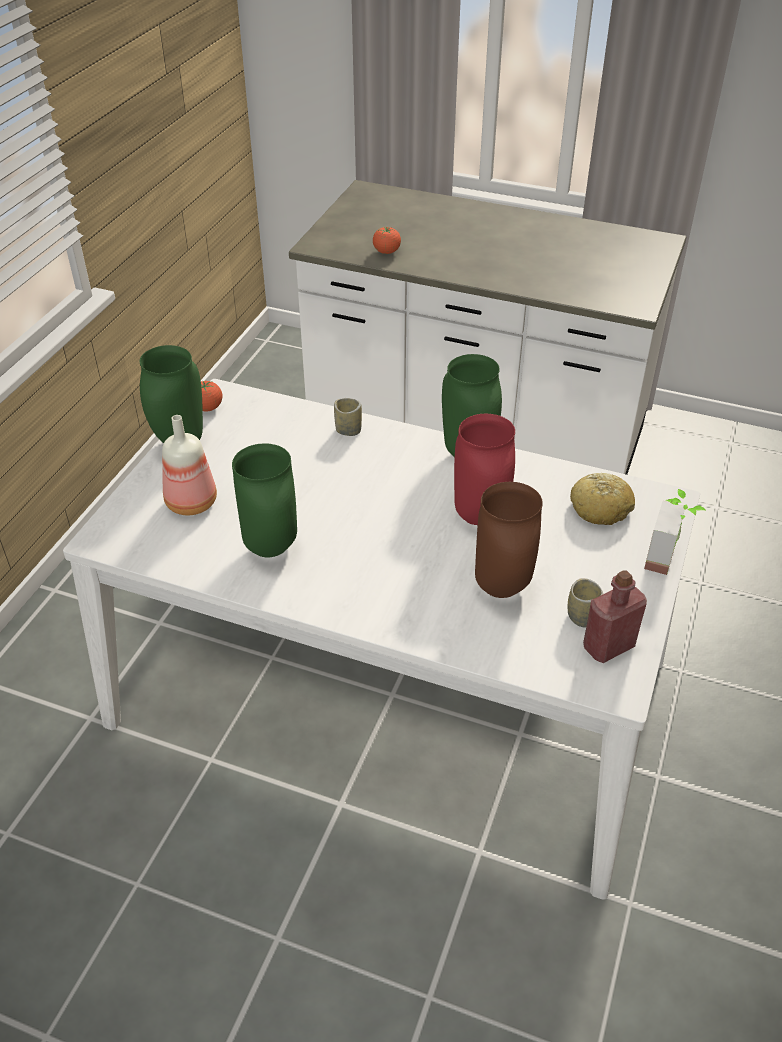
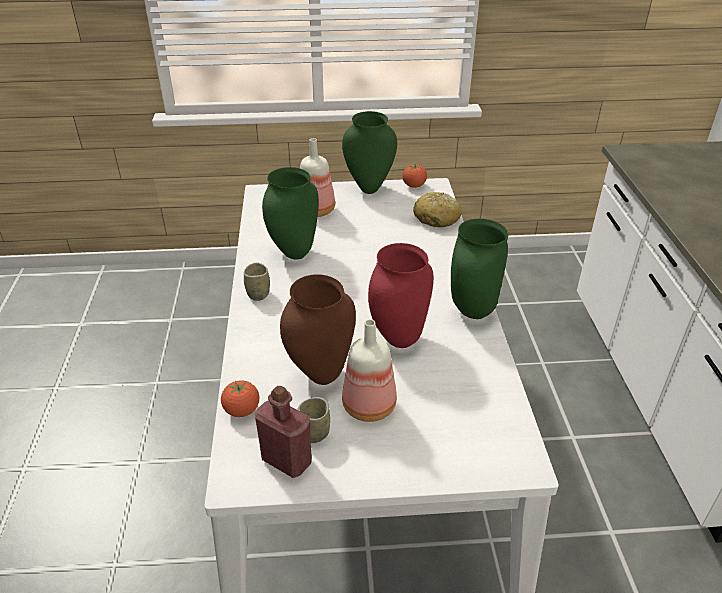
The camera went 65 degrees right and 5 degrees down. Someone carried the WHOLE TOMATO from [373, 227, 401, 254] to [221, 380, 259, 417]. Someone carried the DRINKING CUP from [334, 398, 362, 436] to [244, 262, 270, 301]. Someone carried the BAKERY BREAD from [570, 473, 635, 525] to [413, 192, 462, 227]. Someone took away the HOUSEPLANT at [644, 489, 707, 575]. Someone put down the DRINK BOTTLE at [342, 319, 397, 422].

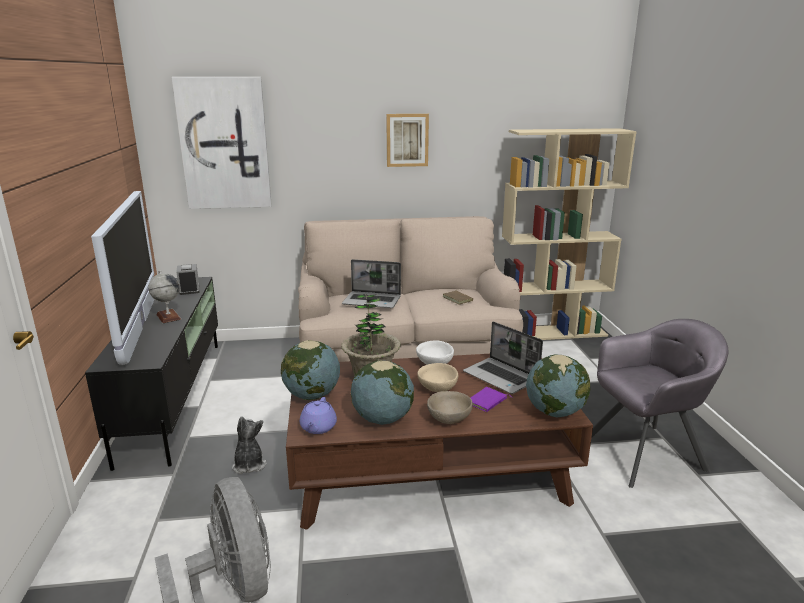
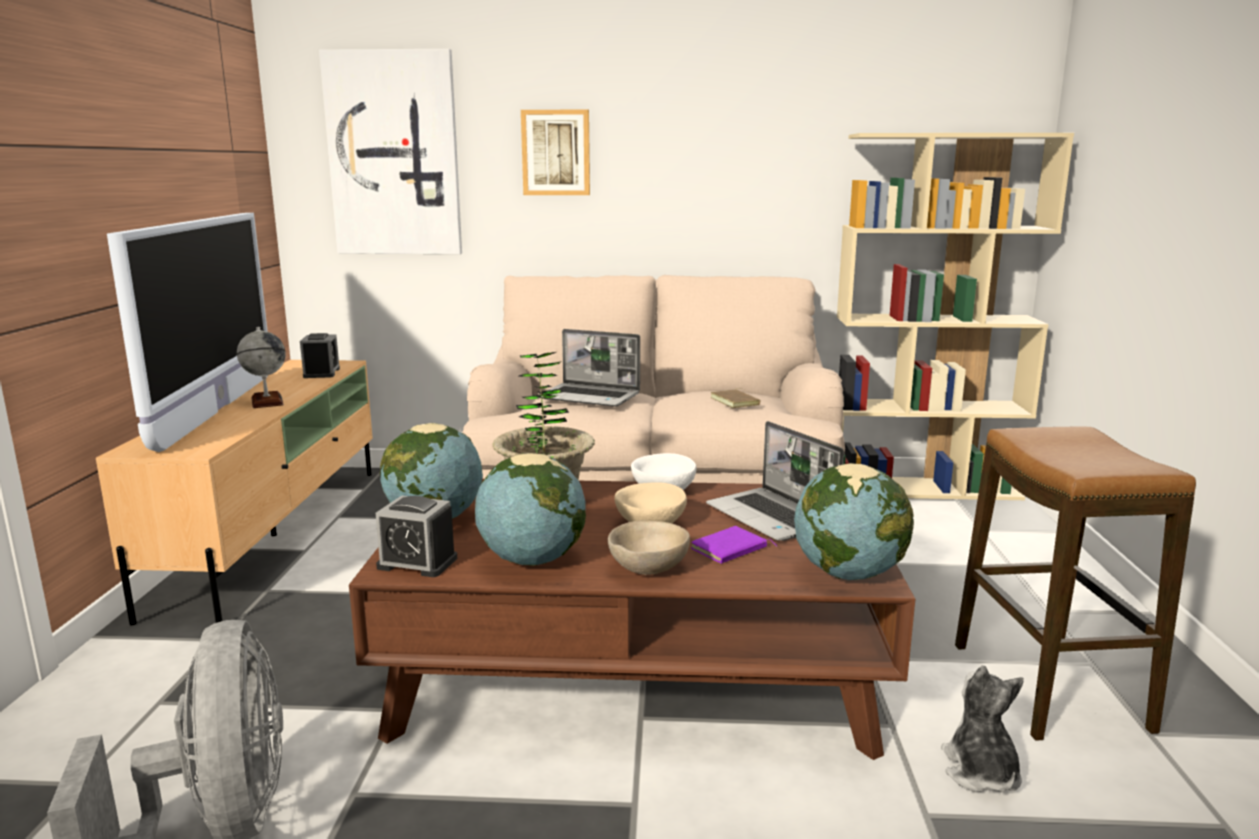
The camera went 10 degrees right and 5 degrees down. Someone carried the WALL PICTURE from [386, 114, 429, 167] to [521, 110, 590, 195]. Someone repainted the BLACKISH MEDIA CONSOLE at [85, 277, 218, 471], which became the BEIGE MEDIA CONSOLE at [96, 360, 373, 625]. Someone swapped the GRAY EASY CHAIR at [592, 319, 728, 488] for the STOOL at [955, 427, 1196, 741]. Someone swapped the PURPLE-COLOURED TEA POT at [300, 397, 337, 434] for the BEDSIDE CLOCK at [376, 496, 457, 577]. Someone carried the CUDDLY TOY from [232, 416, 267, 474] to [941, 665, 1024, 792].

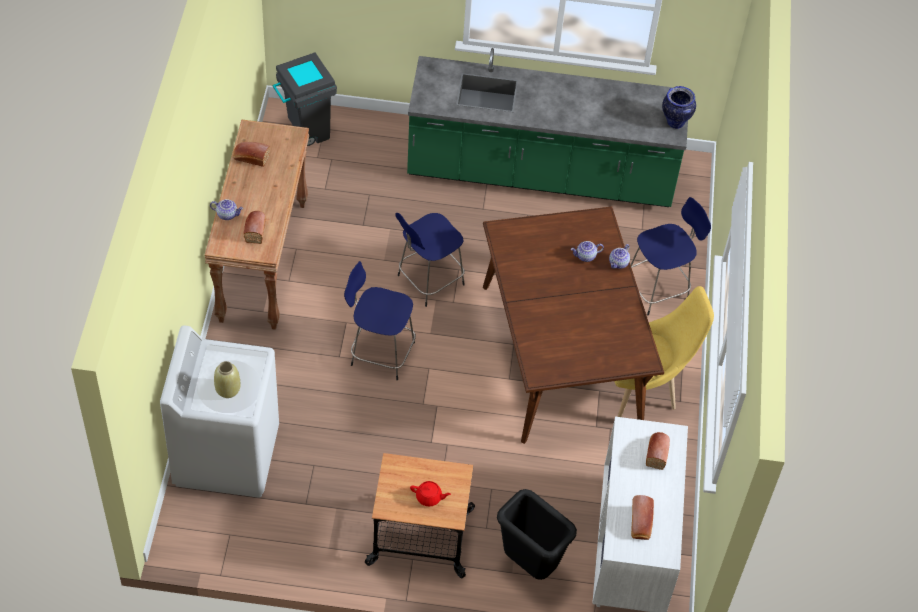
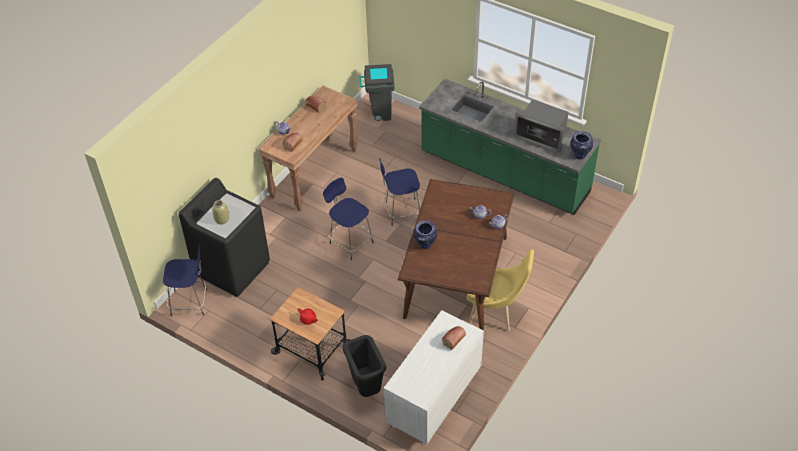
The camera went 30 degrees right and 5 degrees down. Someone carried the BLUE-COLOURED STOOL from [631, 197, 711, 315] to [163, 245, 207, 317]. Someone repainted the WHITE LAUNDRY APPLIANCE at [160, 325, 279, 498], which became the BLACKISH LAUNDRY APPLIANCE at [179, 178, 270, 297]. Someone took away the BAKERY BREAD at [631, 495, 654, 540]. Someone put down the MICROWAVE at [513, 99, 568, 153]. Someone put down the VASE at [414, 220, 437, 249].

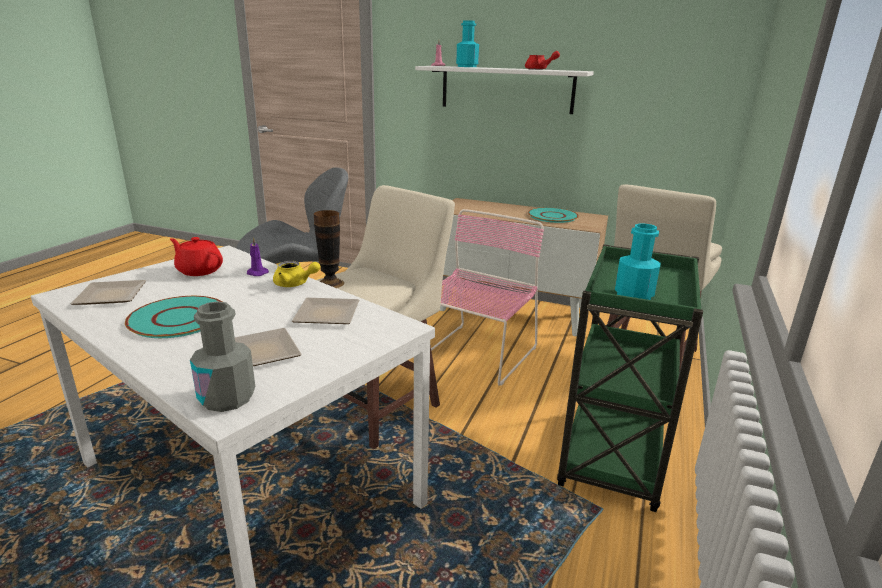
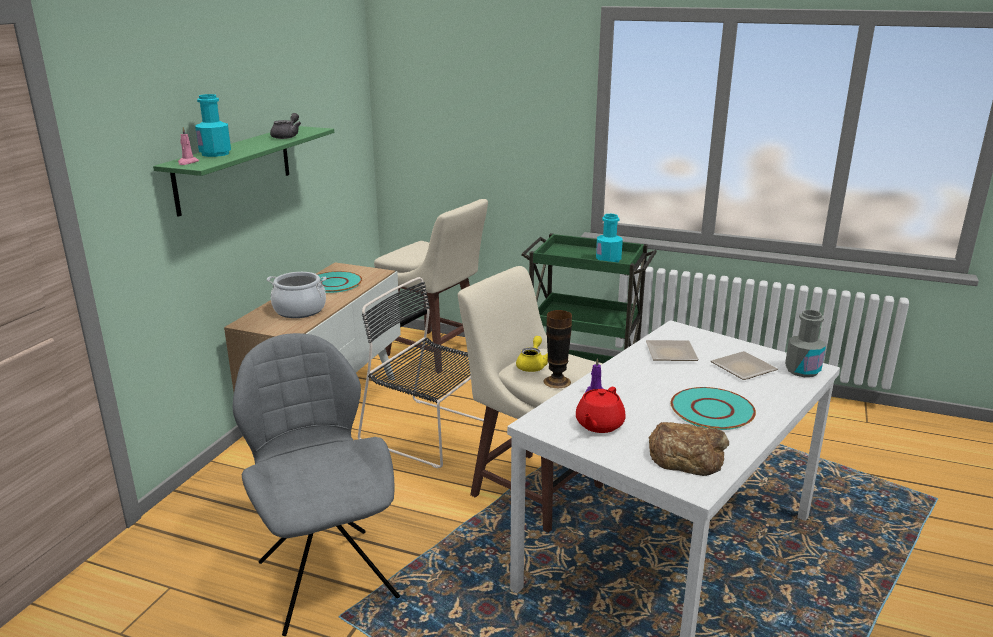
The camera went 90 degrees left and 0 degrees up. Someone repainted the RED-COLOURED TEA POT at [525, 51, 560, 70], which became the GRAY TEA POT at [270, 113, 301, 139]. Someone repainted the WHITE WALL SHELF at [415, 66, 594, 114], which became the GREEN-COLOURED WALL SHELF at [153, 126, 334, 217]. Someone repainted the PINK-COLOURED UPRIGHT CHAIR at [431, 209, 544, 386], which became the BLACKISH UPRIGHT CHAIR at [358, 277, 484, 468]. Someone carried the YELLOWISH TEA POT from [273, 261, 320, 287] to [516, 336, 548, 372]. Someone swapped the DINNER PLATE at [71, 280, 146, 305] for the BAKERY BREAD at [649, 422, 729, 476]. Someone put down the STOCKPOT at [267, 272, 326, 318].

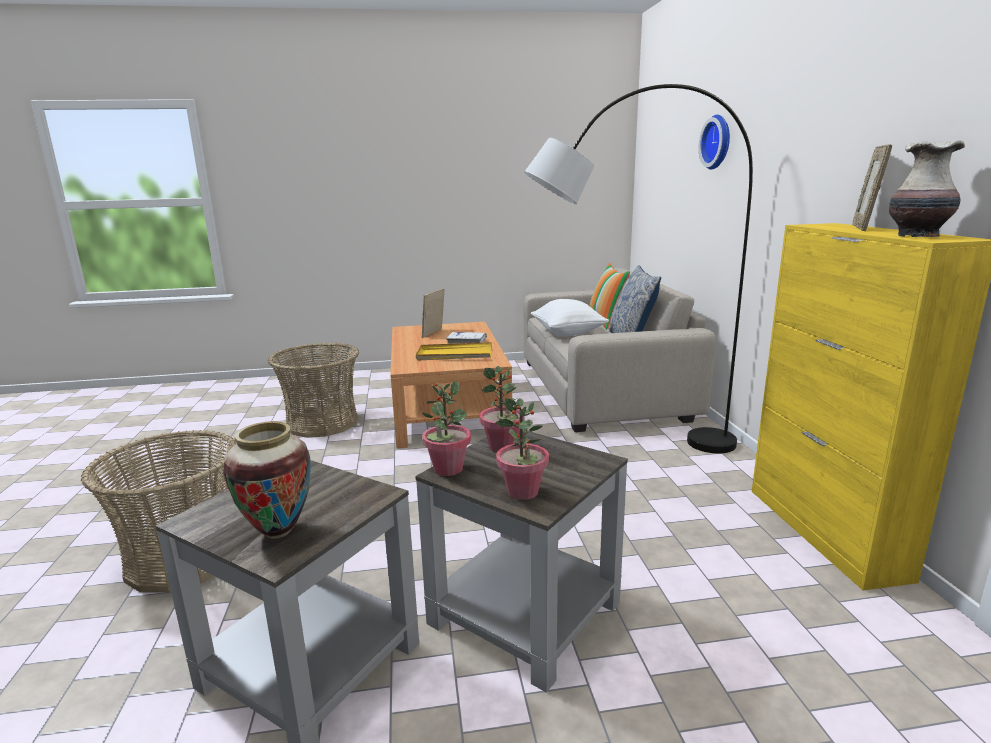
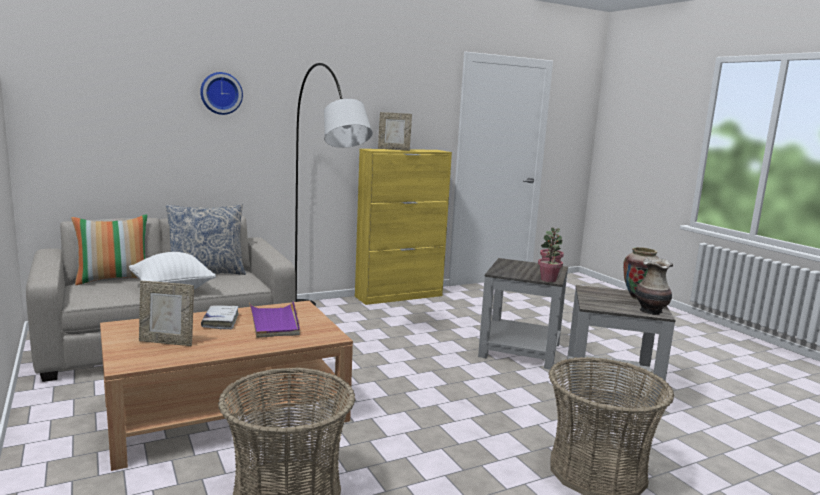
The camera went 110 degrees left and 5 degrees down. Someone carried the VASE from [889, 140, 965, 237] to [635, 258, 673, 315]. Someone repainted the YELLOWISH CARRYING TRAY at [416, 342, 492, 361], which became the PURPLE-COLOURED CARRYING TRAY at [249, 301, 300, 338]. Someone took away the HOUSEPLANT at [479, 366, 524, 453].

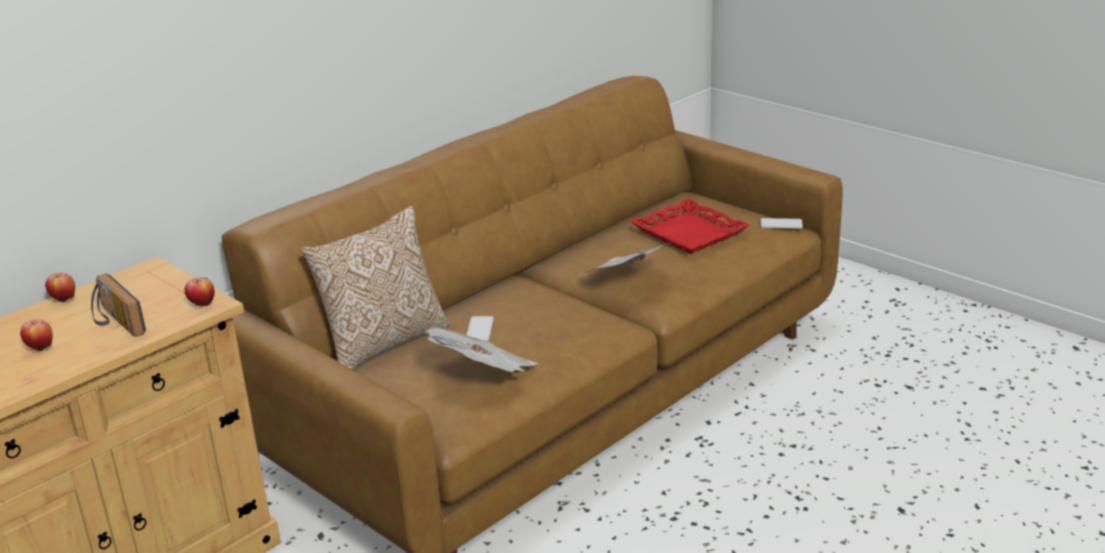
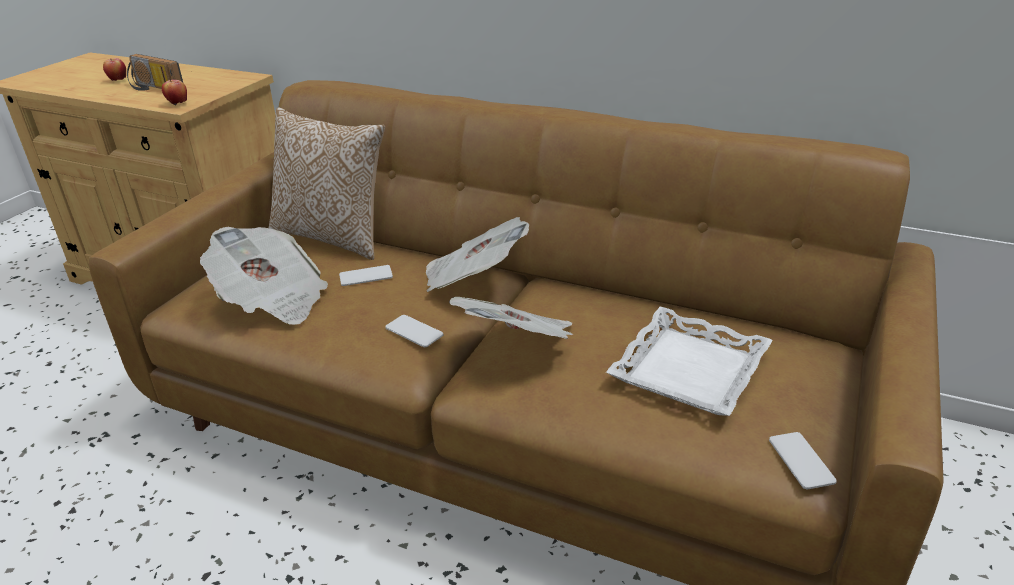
The camera went 70 degrees right and 5 degrees up. Someone repainted the RED-COLOURED CARRYING TRAY at [630, 198, 749, 254], which became the WHITE CARRYING TRAY at [606, 307, 773, 416]. Someone took away the WHOLE APPLE at [45, 273, 75, 302]. Someone rotated the RADIO SET at [91, 273, 146, 337] by 90 degrees counterclockwise. Someone put down the PRINTED PAPER at [426, 217, 529, 292]. Someone put down the PHONE at [385, 315, 443, 347].

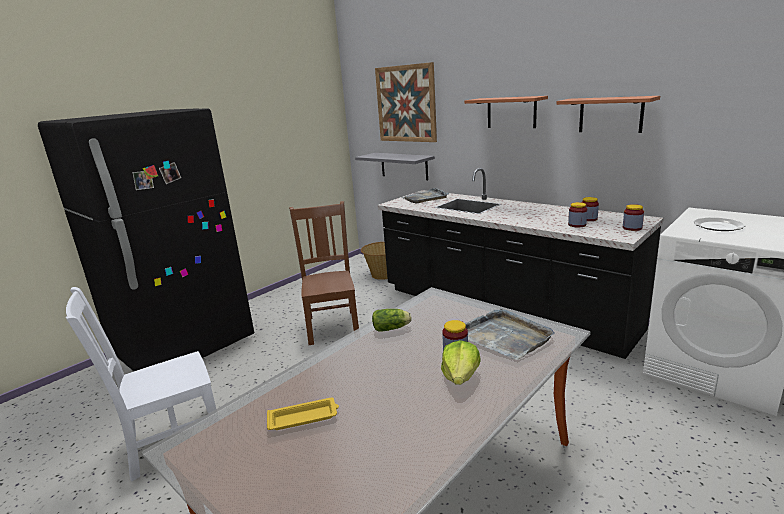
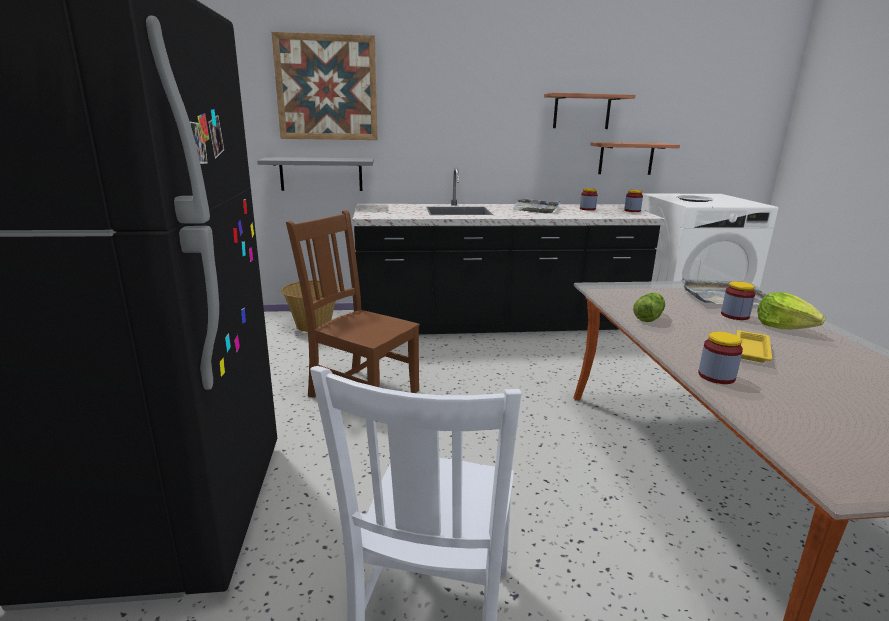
The camera went 50 degrees left and 0 degrees up. Someone carried the WALL SHELF from [464, 96, 548, 128] to [590, 142, 680, 175]. Someone carried the GRAY CARRYING TRAY from [402, 188, 449, 203] to [513, 198, 561, 213]. Someone carried the STORAGE JAR from [568, 202, 587, 227] to [698, 332, 743, 384]. Someone carried the YELLOWISH CARRYING TRAY from [267, 397, 339, 430] to [736, 330, 772, 363].

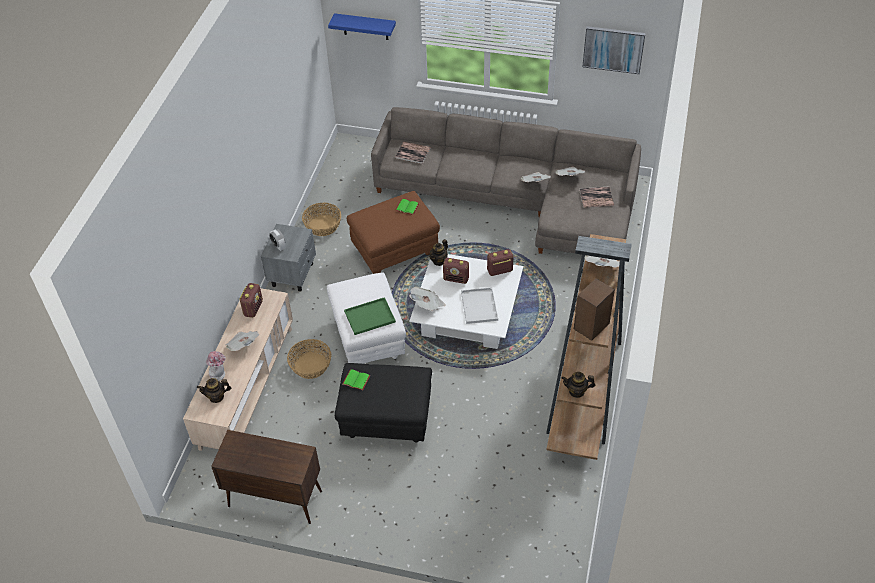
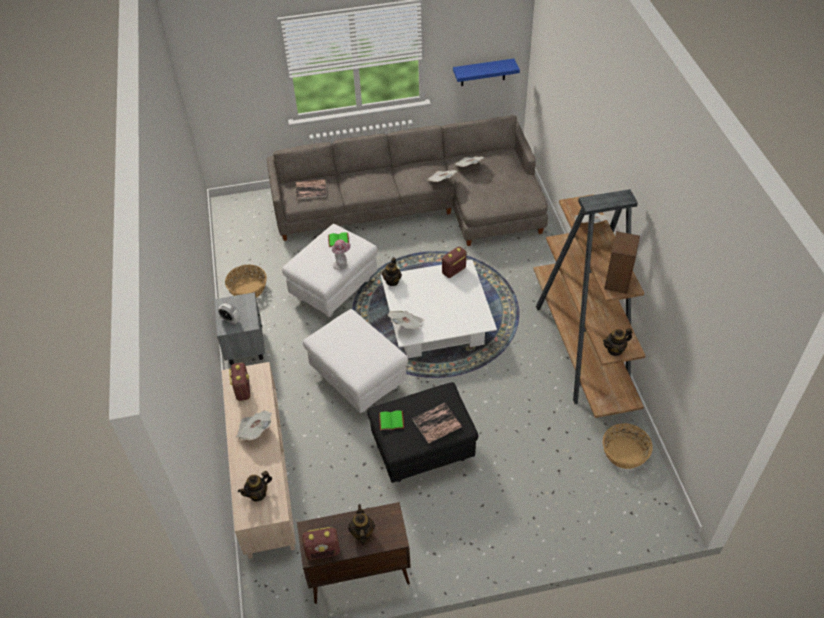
The camera went 25 degrees left and 0 degrees up. Someone carried the BLUE-COLOURED WALL SHELF from [328, 13, 396, 40] to [453, 58, 520, 86]. Someone took away the WALL PICTURE at [582, 26, 646, 74]. Someone carried the BOOK from [579, 186, 614, 208] to [412, 403, 462, 443]. Someone repainted the BROWN-COLOURED POUFFE at [347, 191, 440, 274], which became the WHITE POUFFE at [282, 224, 378, 317]. Someone carried the RADIO SET from [443, 258, 469, 284] to [302, 527, 340, 560]. Someone took away the WHITE CARRYING TRAY at [461, 287, 498, 324]. Someone took away the GREEN-COLOURED CARRYING TRAY at [344, 297, 396, 335]. Someone carried the HOUSEHOLD BASKET from [287, 339, 331, 379] to [603, 423, 653, 469]. Someone carried the HAT from [206, 351, 226, 381] to [332, 239, 351, 270]. Someone put down the TEA POT at [348, 504, 375, 546].

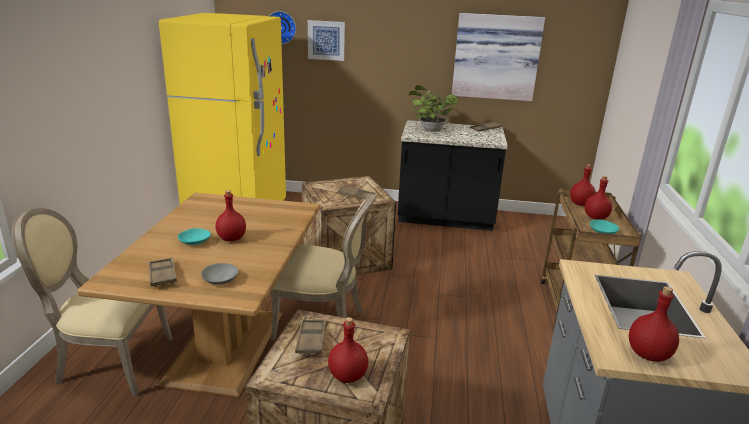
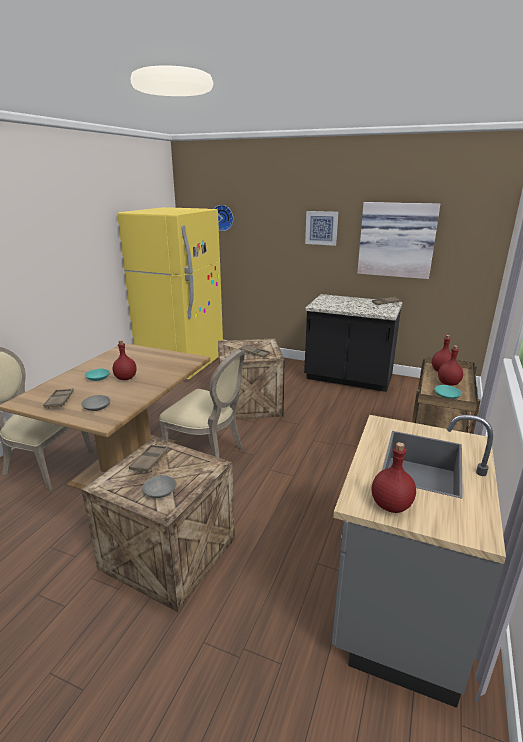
The camera went 15 degrees right and 0 degrees up. Someone carried the WALL PICTURE from [308, 20, 345, 61] to [305, 211, 338, 246]. Someone took away the HOUSEPLANT at [409, 85, 458, 132]. Someone swapped the RED-COLOURED DRINK BOTTLE at [328, 317, 368, 383] for the GRAY SERVING BOWL at [142, 475, 177, 498].

